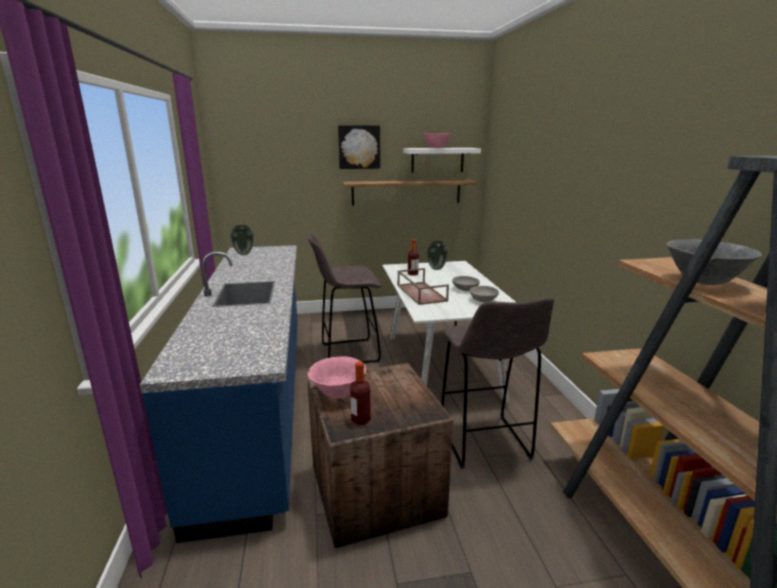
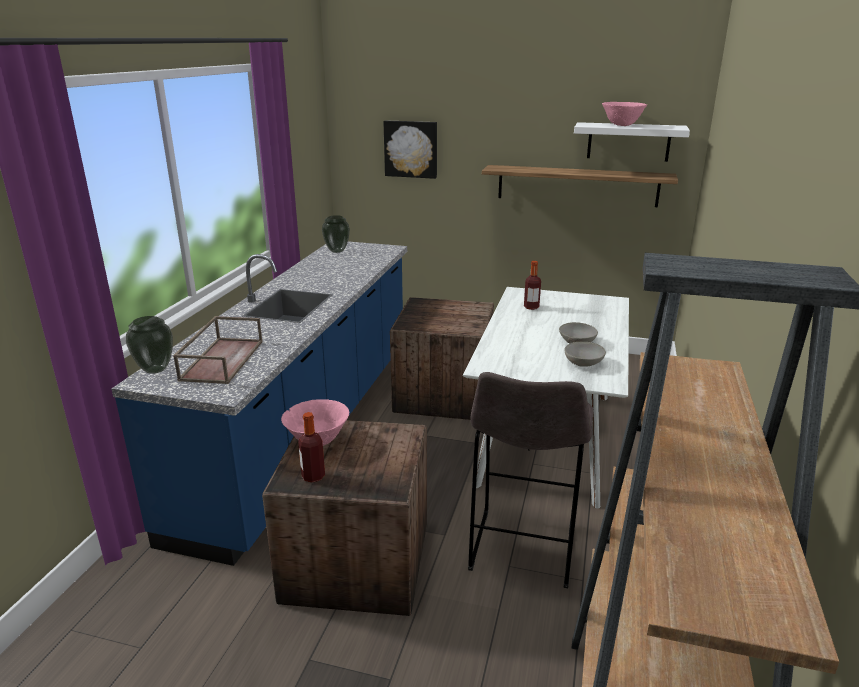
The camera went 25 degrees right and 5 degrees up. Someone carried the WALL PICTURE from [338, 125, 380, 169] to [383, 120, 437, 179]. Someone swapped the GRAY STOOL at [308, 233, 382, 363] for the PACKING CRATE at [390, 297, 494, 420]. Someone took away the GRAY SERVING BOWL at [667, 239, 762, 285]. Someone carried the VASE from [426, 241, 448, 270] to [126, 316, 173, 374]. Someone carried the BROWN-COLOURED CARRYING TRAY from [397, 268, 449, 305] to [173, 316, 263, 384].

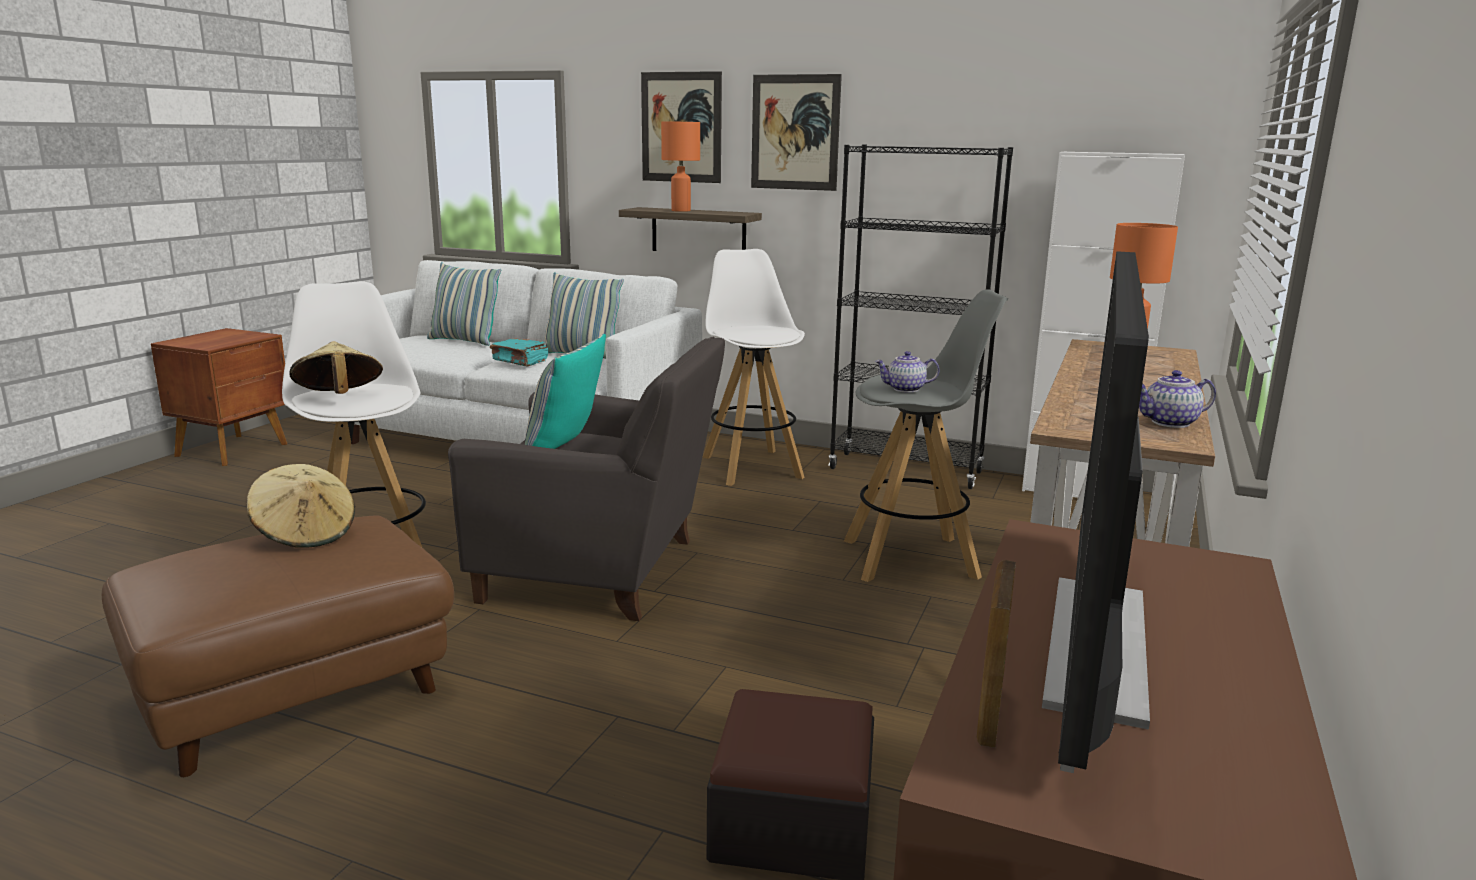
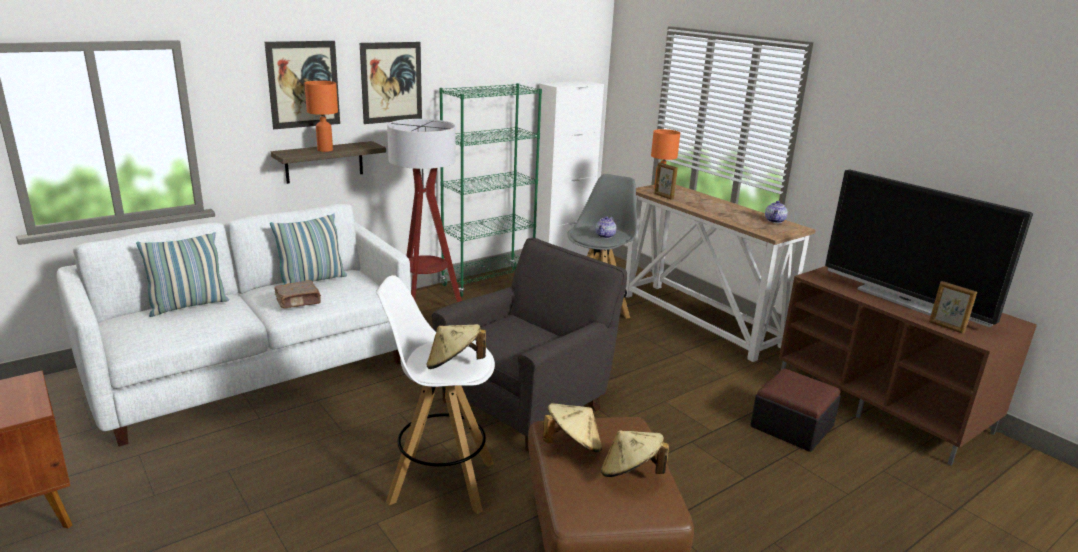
The camera went 60 degrees left and 5 degrees up. Someone repainted the BLACKISH BOOKSHELF at [828, 145, 1013, 489], which became the GREEN-COLOURED BOOKSHELF at [439, 83, 542, 297]. Someone swapped the WHITE STOOL at [702, 249, 805, 486] for the STANDARD LAMP at [387, 119, 462, 302]. Someone took away the THROW PILLOW at [525, 334, 606, 449]. Someone repainted the BLUE-GREEN BOOK at [490, 338, 548, 366], which became the BROWN-COLOURED BOOK at [274, 280, 321, 308]. Someone put down the PICTURE FRAME at [654, 163, 678, 200]. Someone put down the BEIGE HAT at [601, 430, 669, 477].

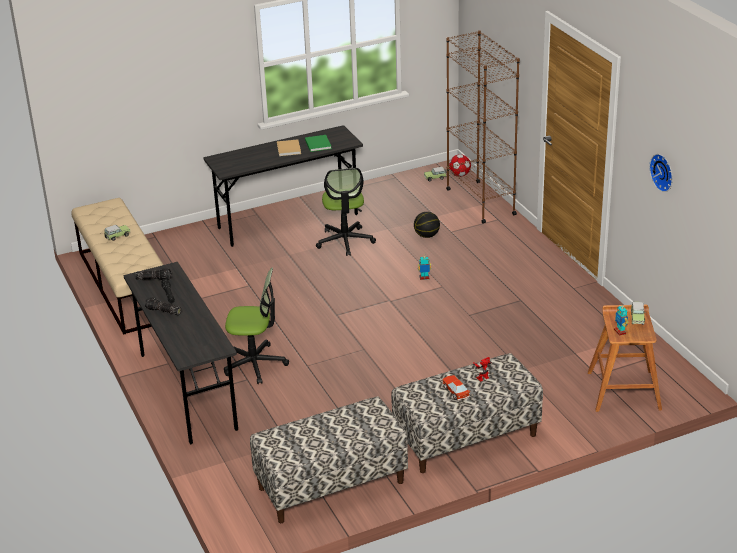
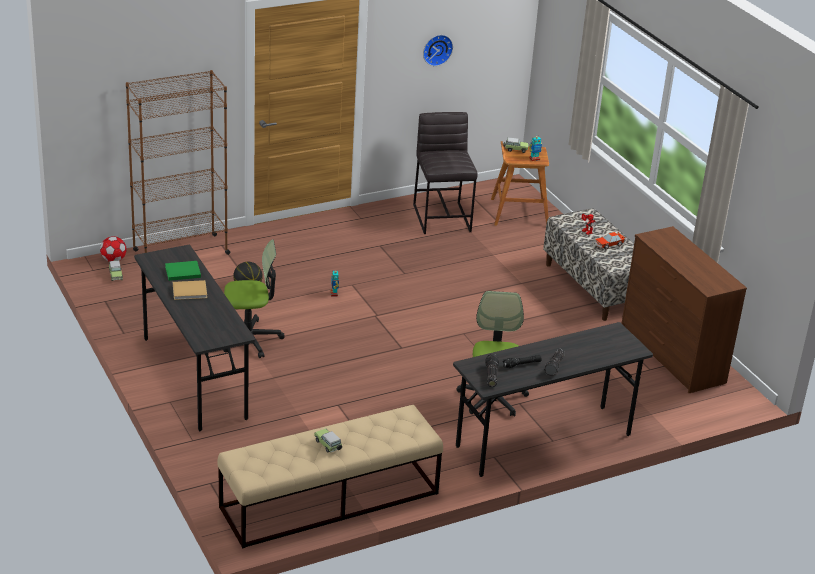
The camera went 95 degrees left and 0 degrees up. Someone swapped the INDOOR BENCH at [250, 397, 408, 523] for the BROWN-COLOURED DRESSER at [622, 226, 747, 393]. Someone put down the GRAY STOOL at [413, 112, 478, 234].

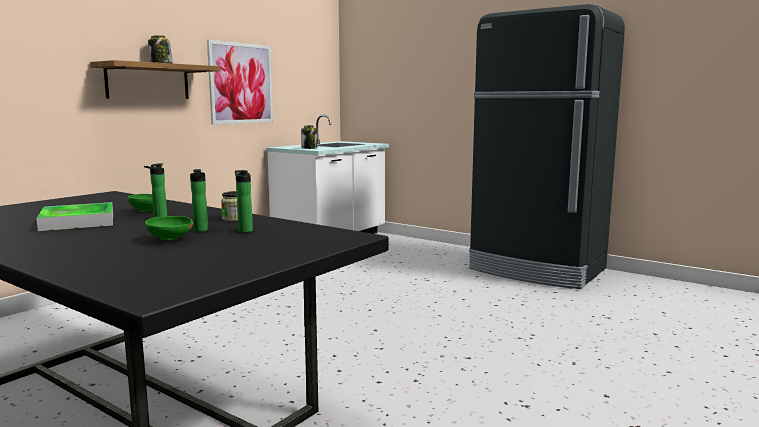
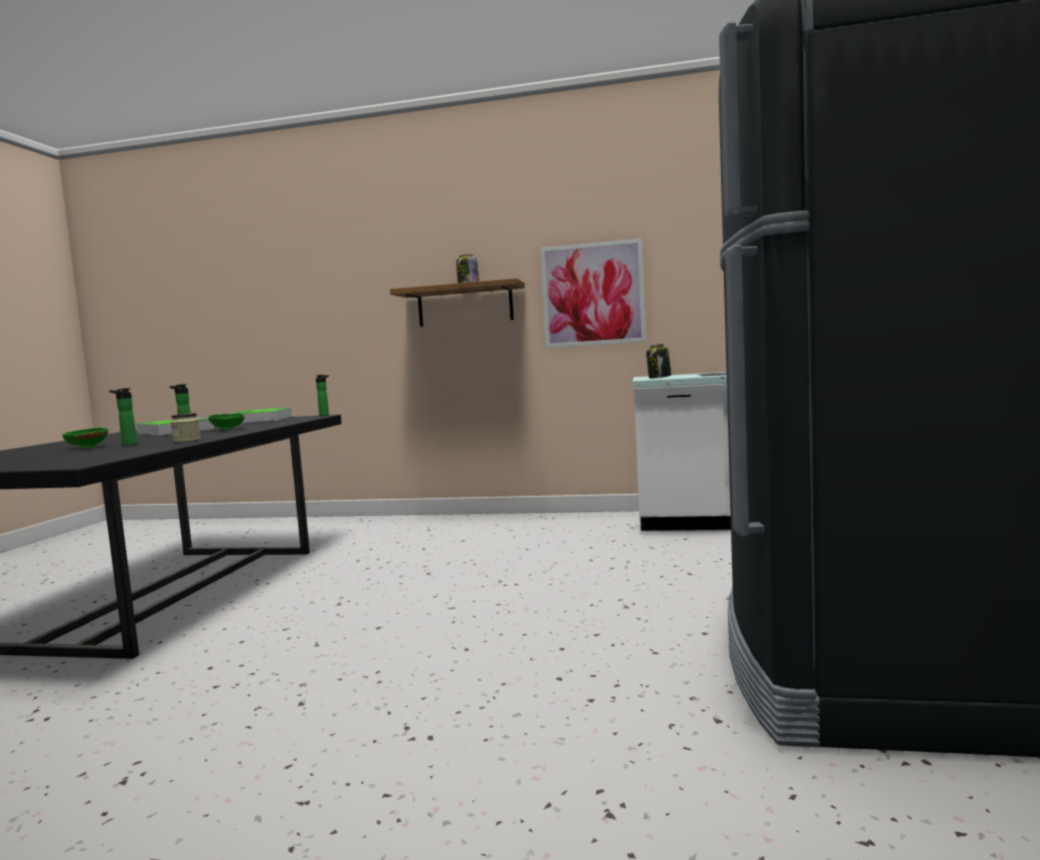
The camera went 65 degrees right and 5 degrees down. Someone carried the DRINK BOTTLE from [235, 170, 253, 233] to [316, 375, 329, 416]. Someone put down the CARRYING TRAY at [231, 408, 292, 423].

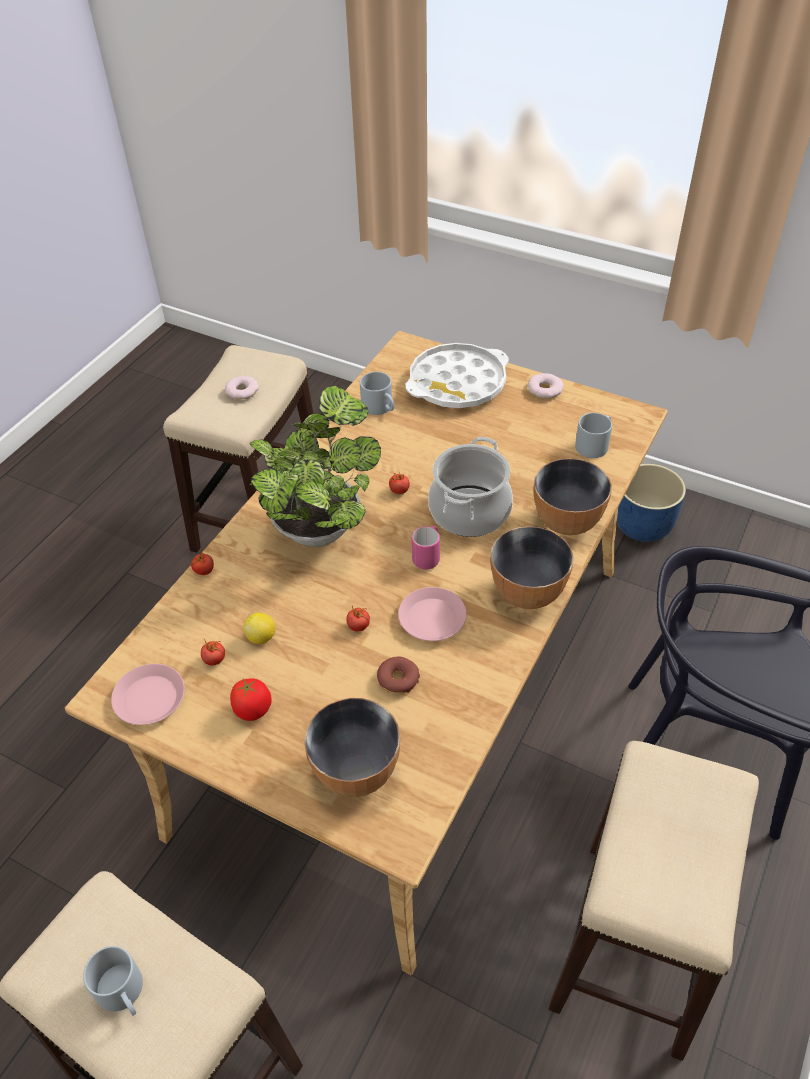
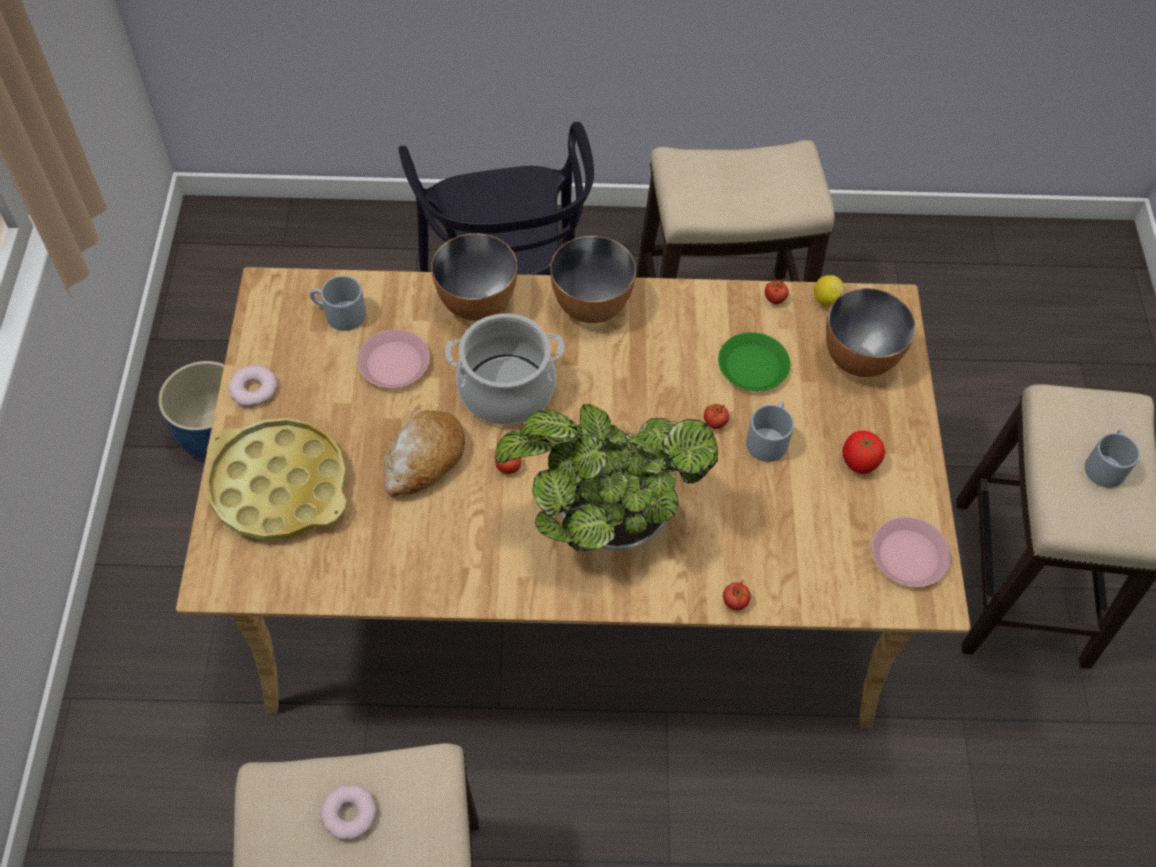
The camera went 120 degrees left and 10 degrees up. Someone repainted the WHITE CARRYING TRAY at [406, 343, 509, 408], which became the YELLOWISH CARRYING TRAY at [206, 418, 347, 540]. Someone carried the GRAY TEA MUG from [360, 372, 394, 415] to [746, 401, 794, 462]. Someone took away the PINK-COLOURED TEA MUG at [412, 526, 440, 570]. Someone carried the PINK-COLOURED DINNER PLATE from [398, 587, 467, 641] to [357, 329, 430, 388]. Someone carried the WHOLE LEMON from [243, 613, 275, 644] to [814, 275, 845, 307]. Someone carried the WHOLE TOMATO from [201, 639, 225, 666] to [765, 279, 789, 304]. Someone swapped the RING DOUGHNUT at [377, 657, 420, 694] for the GREEN-COLOURED DINNER PLATE at [718, 332, 790, 391]. Someone put down the BAKERY BREAD at [384, 410, 465, 496].

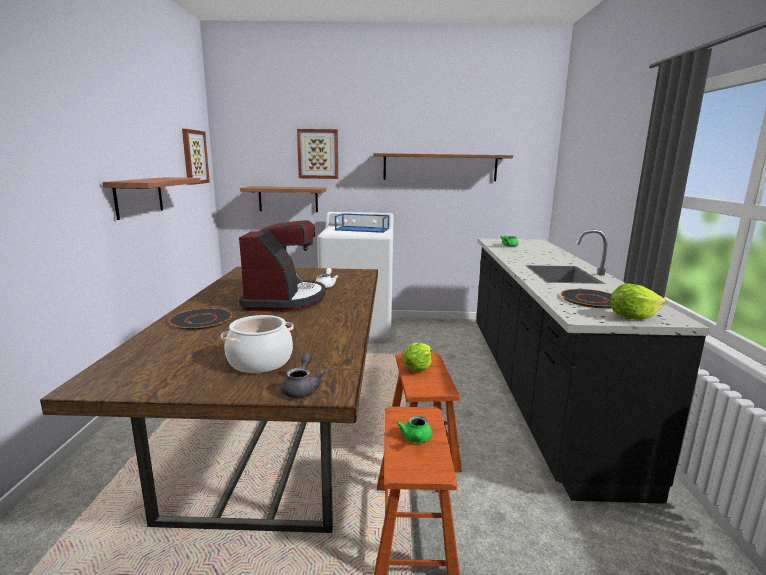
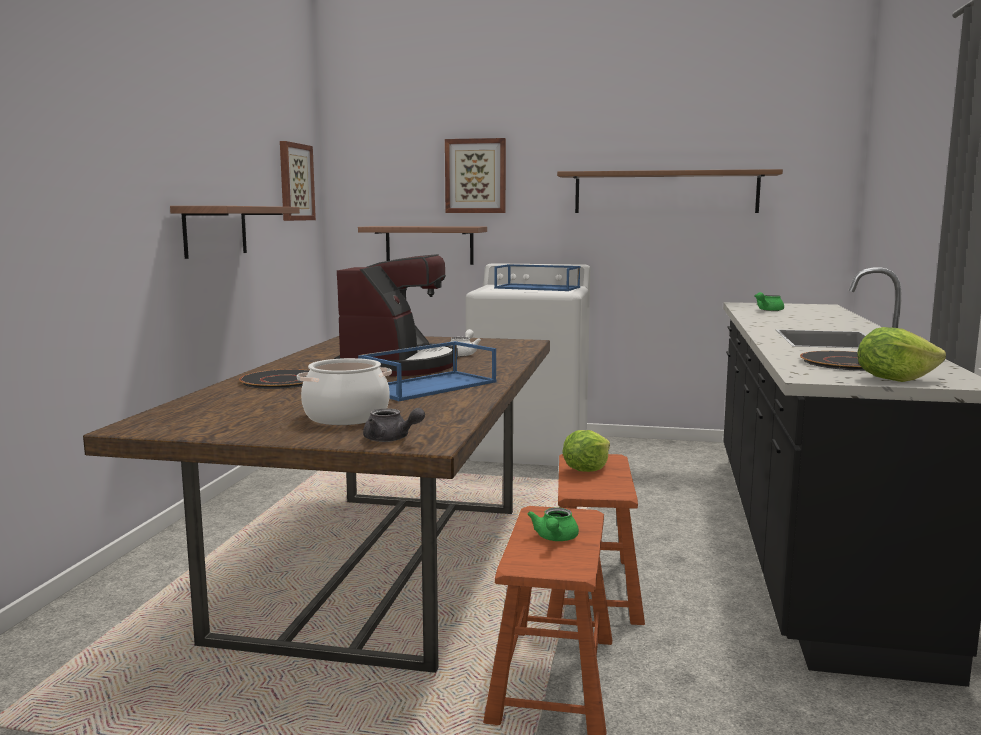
The camera went 10 degrees right and 5 degrees down. Someone rotated the GRAY TEA POT at [281, 353, 325, 398] by 105 degrees clockwise. Someone put down the BLUE-COLOURED CARRYING TRAY at [358, 341, 496, 401].

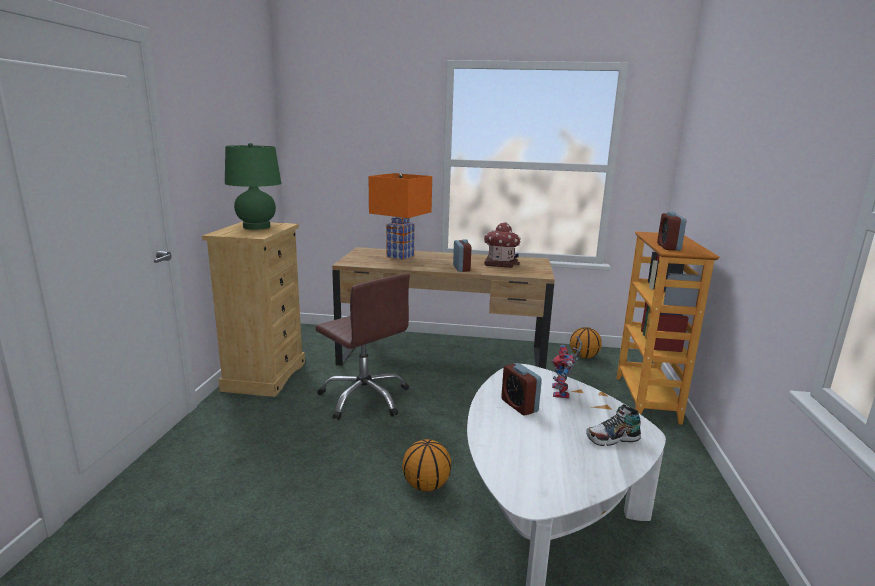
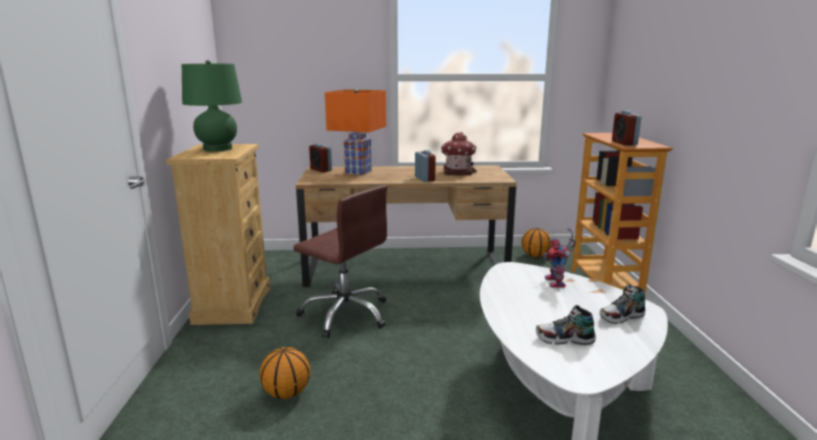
The camera went 10 degrees left and 0 degrees up. Someone carried the BEDSIDE CLOCK from [501, 363, 542, 415] to [309, 143, 332, 172]. Someone carried the BALL FOR BASKETBALL from [402, 439, 452, 492] to [259, 347, 310, 399]. Someone put down the ITEM OF FOOTWEAR at [536, 305, 596, 345].

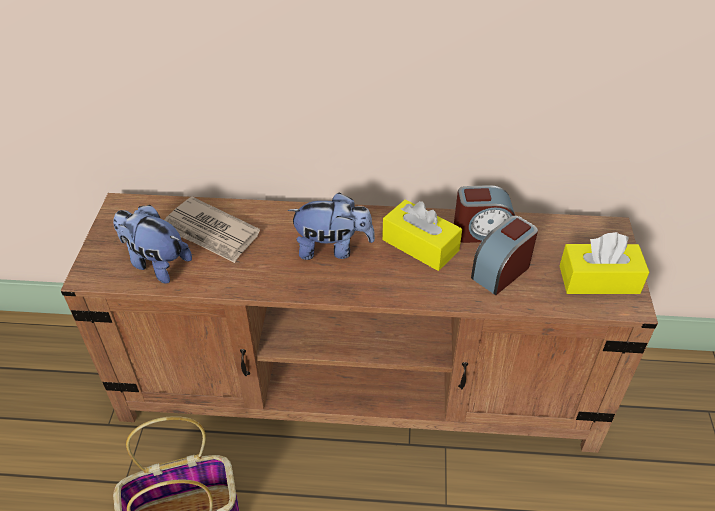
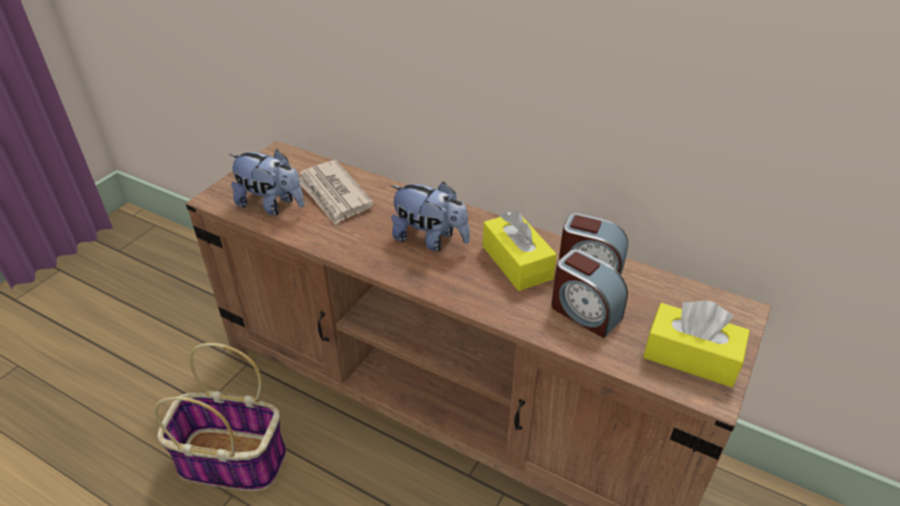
The camera went 25 degrees right and 5 degrees down. Someone rotated the CUDDLY TOY at [113, 205, 192, 284] by 150 degrees clockwise. Someone rotated the BEDSIDE CLOCK at [471, 216, 538, 295] by 120 degrees counterclockwise.

